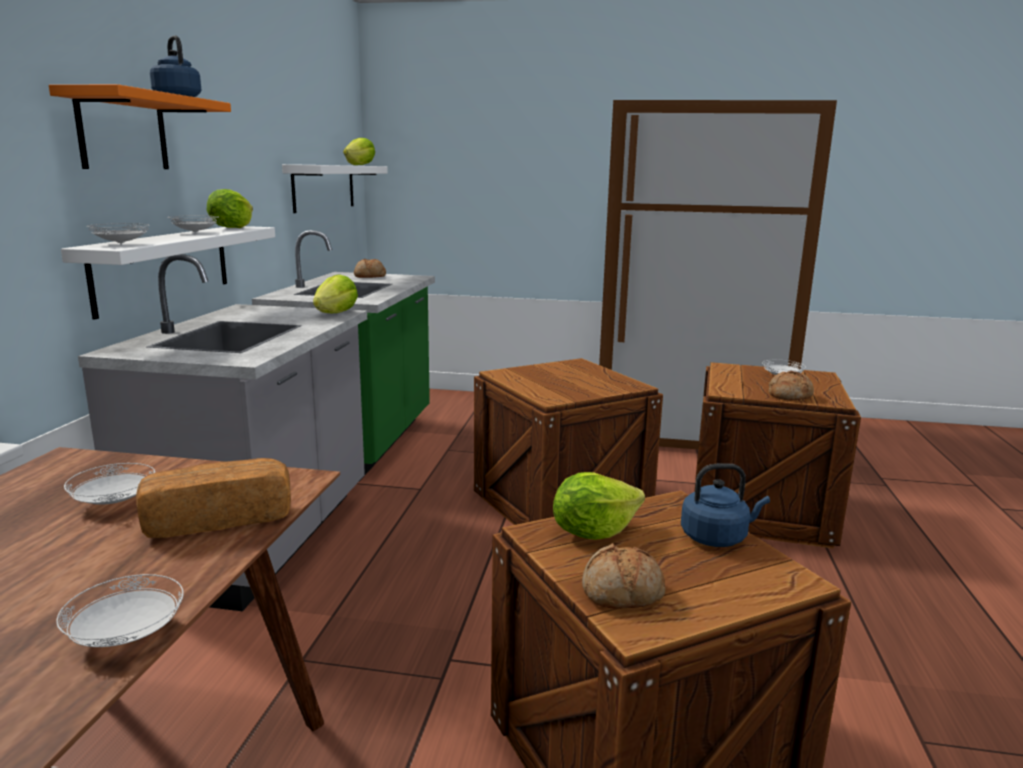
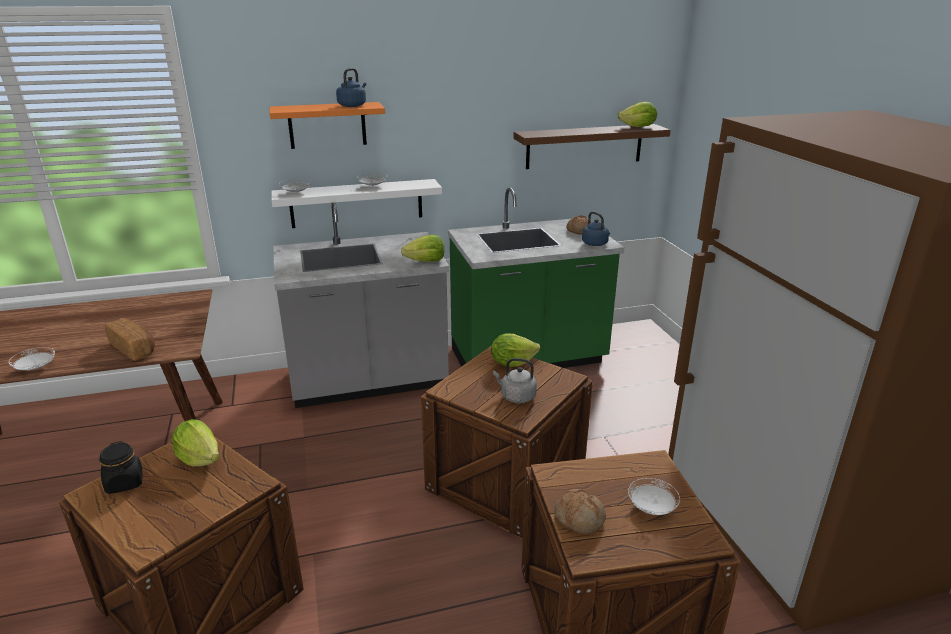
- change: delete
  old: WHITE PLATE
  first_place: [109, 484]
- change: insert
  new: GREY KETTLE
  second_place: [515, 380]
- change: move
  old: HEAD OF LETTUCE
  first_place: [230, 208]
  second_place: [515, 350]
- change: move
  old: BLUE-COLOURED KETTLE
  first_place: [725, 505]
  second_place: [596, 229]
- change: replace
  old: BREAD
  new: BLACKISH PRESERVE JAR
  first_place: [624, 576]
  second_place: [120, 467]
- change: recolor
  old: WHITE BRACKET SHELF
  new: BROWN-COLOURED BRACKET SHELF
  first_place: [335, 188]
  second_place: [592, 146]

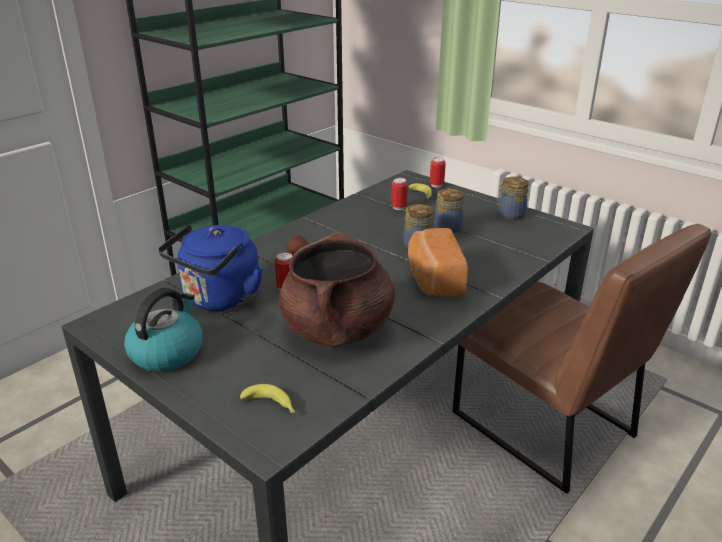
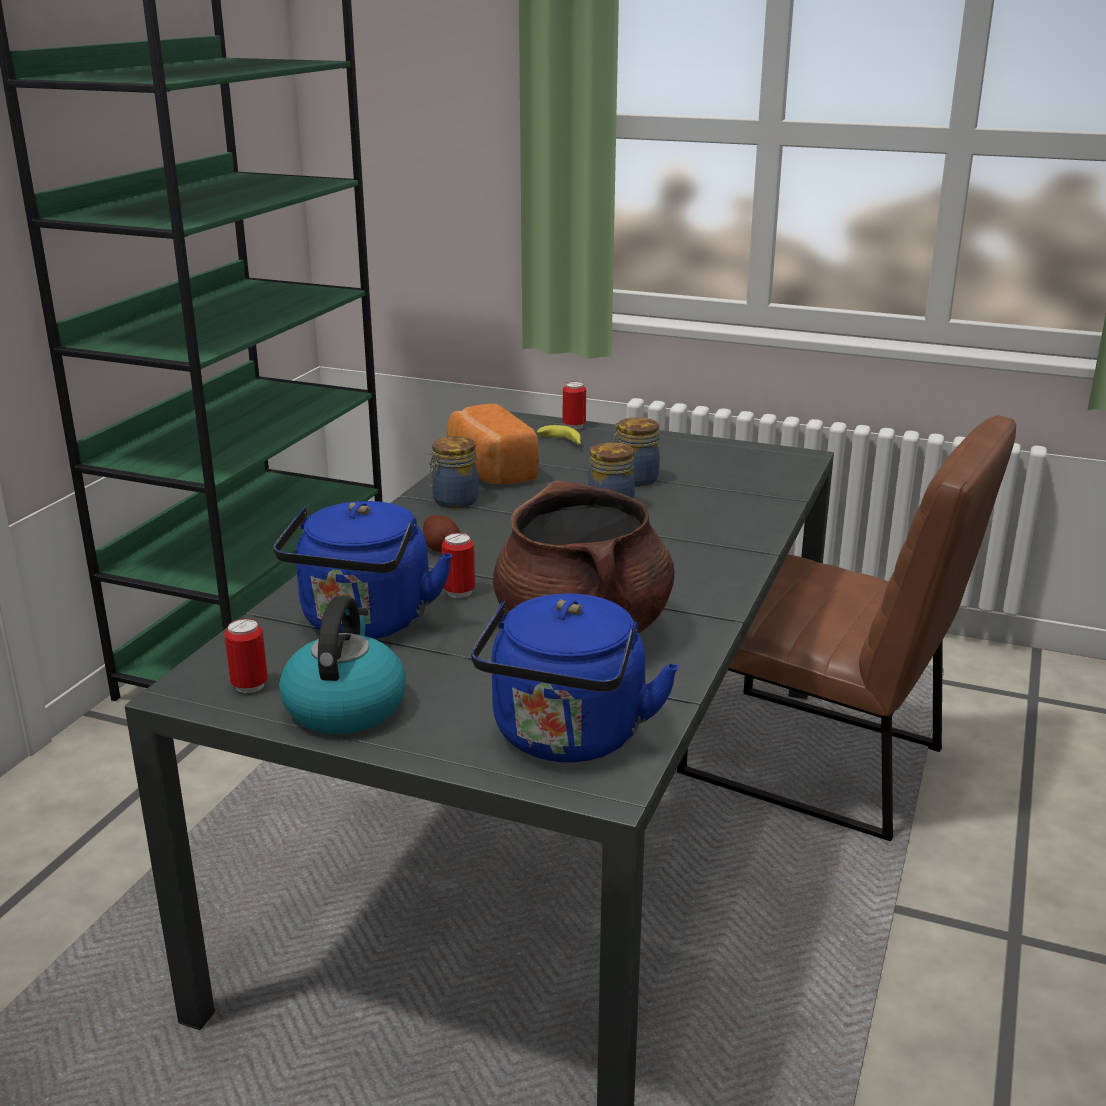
- change: move
  old: CAN
  first_place: [399, 194]
  second_place: [246, 655]
- change: move
  old: BREAD
  first_place: [438, 262]
  second_place: [492, 444]
- change: move
  old: PRESERVE JAR
  first_place: [513, 198]
  second_place: [453, 472]
- change: replace
  old: BANANA FRUIT
  new: BLUE-COLOURED KETTLE
  first_place: [267, 398]
  second_place: [575, 677]

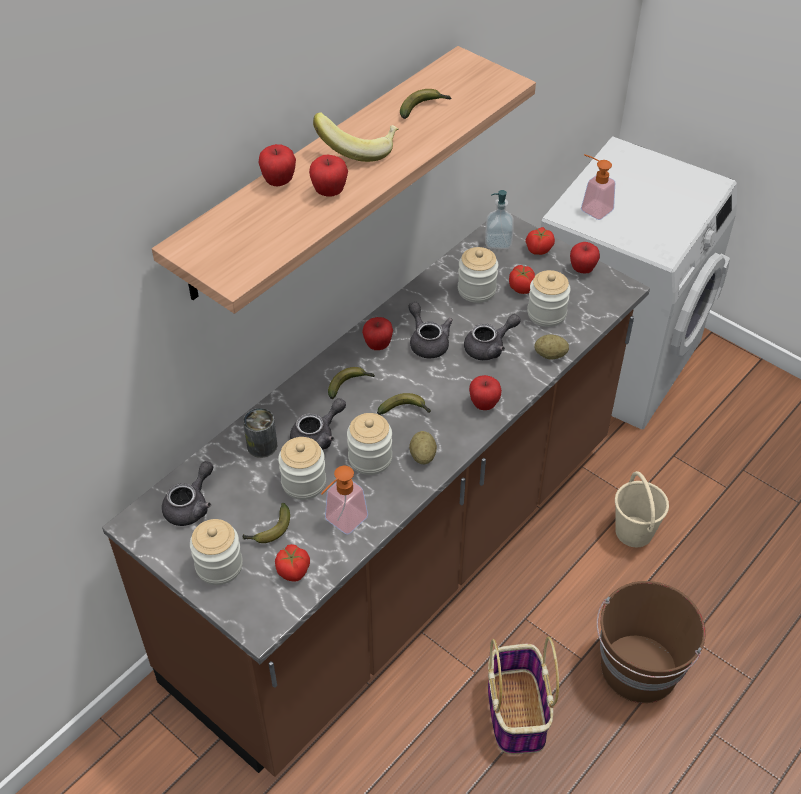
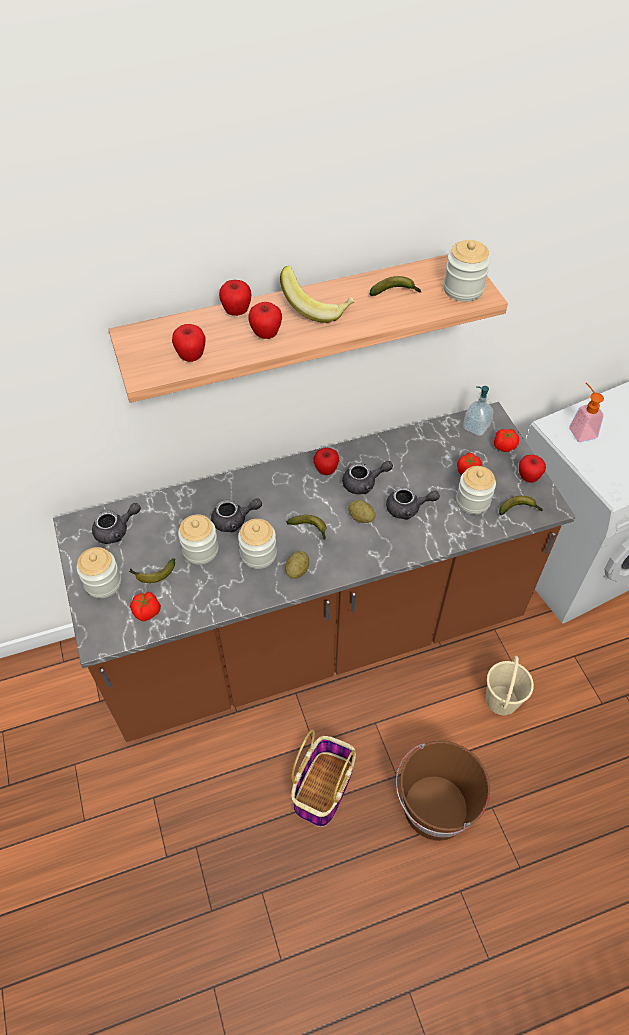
- change: delete
  old: CAN
  first_place: [260, 433]
- change: delete
  old: SOAP DISPENSER
  first_place: [344, 500]
- change: move
  old: BANANA FRUIT
  first_place: [351, 383]
  second_place: [521, 505]
- change: move
  old: PRESERVE JAR
  first_place: [478, 275]
  second_place: [467, 271]
- change: move
  old: APPLE FRUIT
  first_place: [485, 392]
  second_place: [189, 343]
- change: move
  old: SPUD
  first_place: [551, 347]
  second_place: [362, 511]
- change: rotate
  old: GREY POT FOR TEA
  first_place: [430, 330]
  second_place: [367, 477]
  degrees: 75

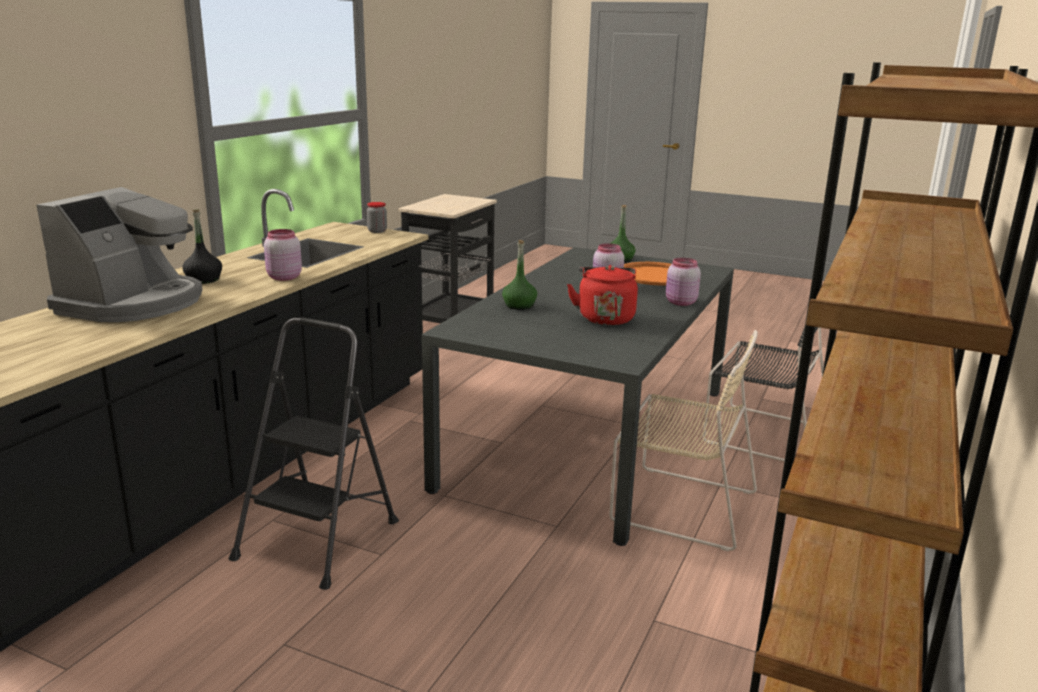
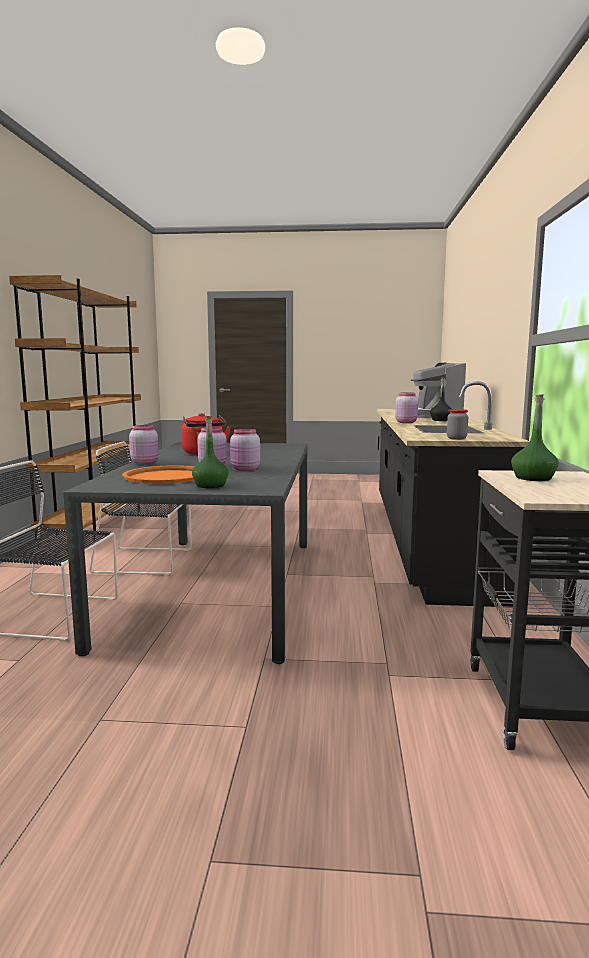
- change: delete
  old: BLACKISH STEPLADDER
  first_place: [313, 453]
- change: insert
  new: PINK PRESERVE JAR
  second_place: [245, 450]
- change: move
  old: GREEN-COLOURED BOTTLE
  first_place: [519, 275]
  second_place: [535, 437]
- change: recolor
  old: BEIGE CHAIR
  new: BLACKISH CHAIR
  first_place: [683, 441]
  second_place: [140, 508]

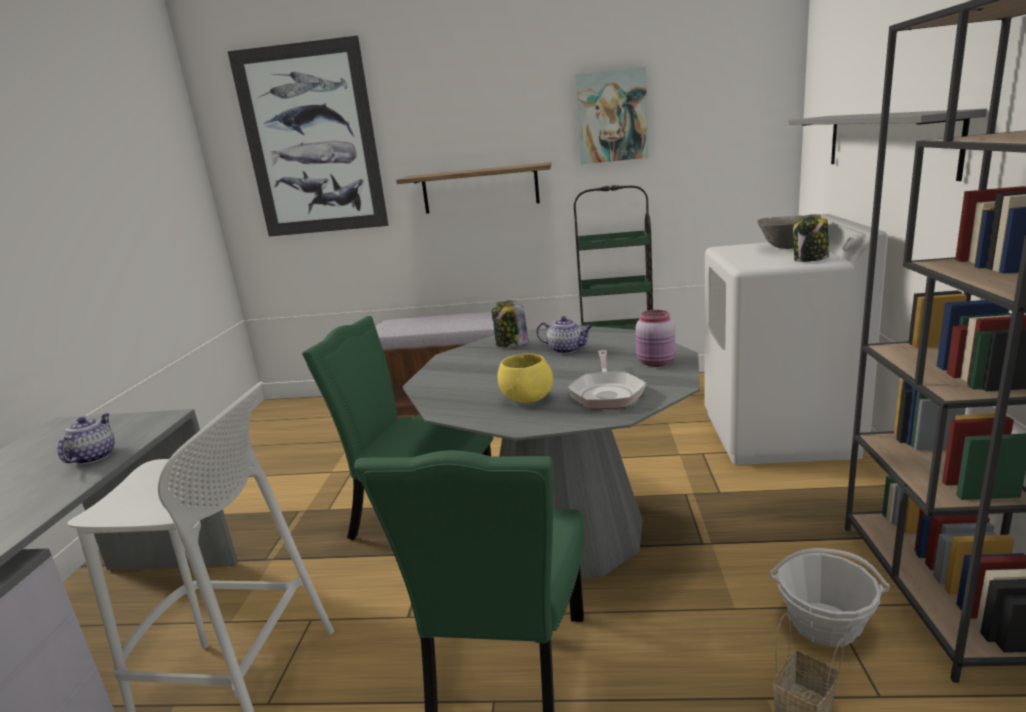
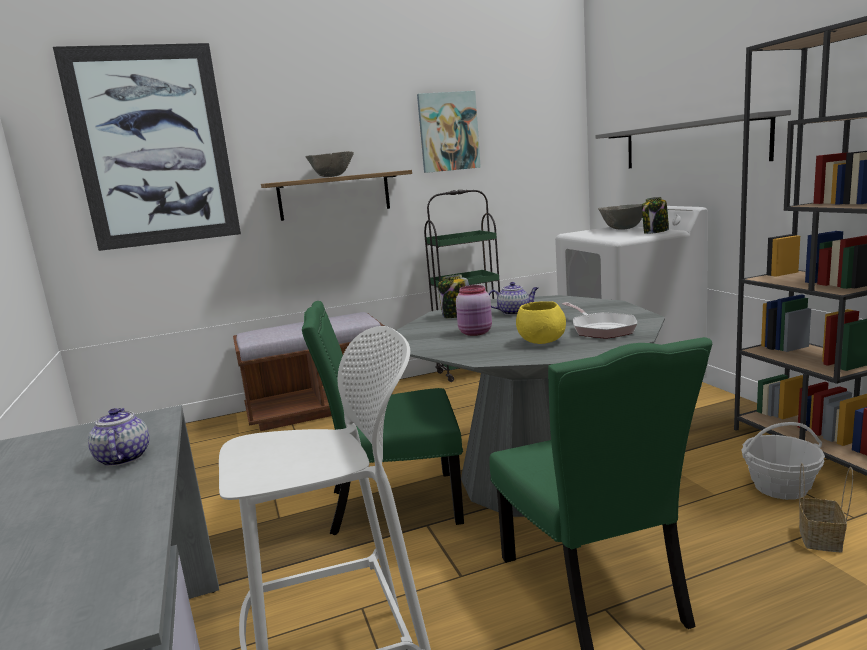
- change: insert
  new: GREY SERVING BOWL
  second_place: [330, 164]
- change: move
  old: PINK PRESERVE JAR
  first_place: [655, 338]
  second_place: [474, 310]

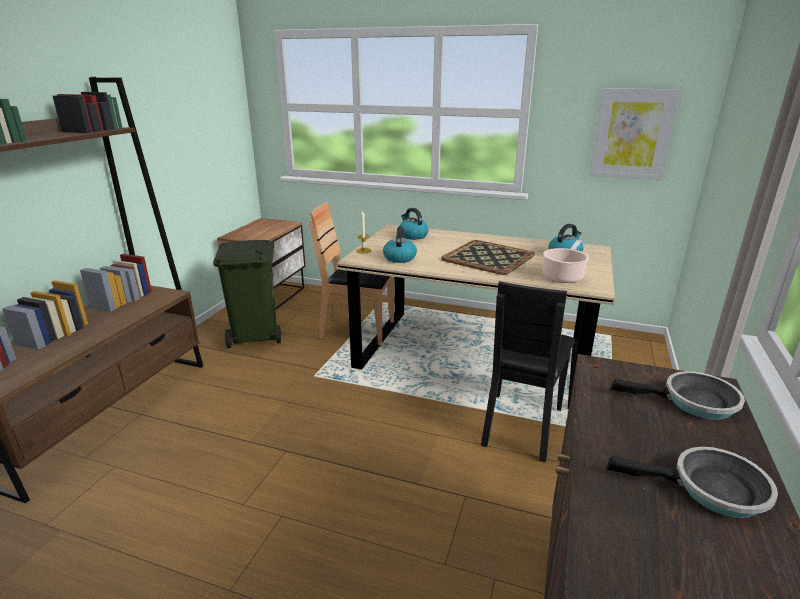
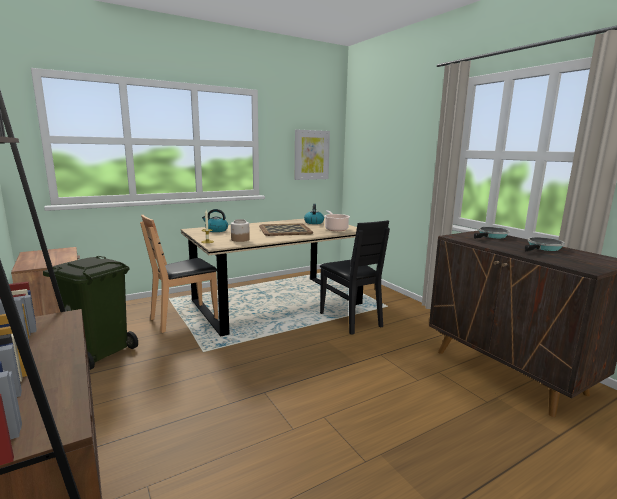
- change: replace
  old: KETTLE
  new: PRESERVE JAR
  first_place: [400, 244]
  second_place: [240, 230]

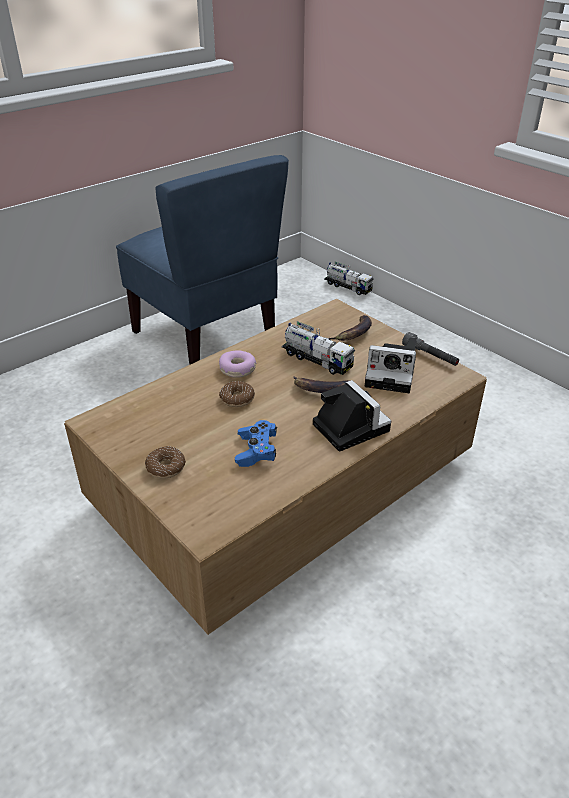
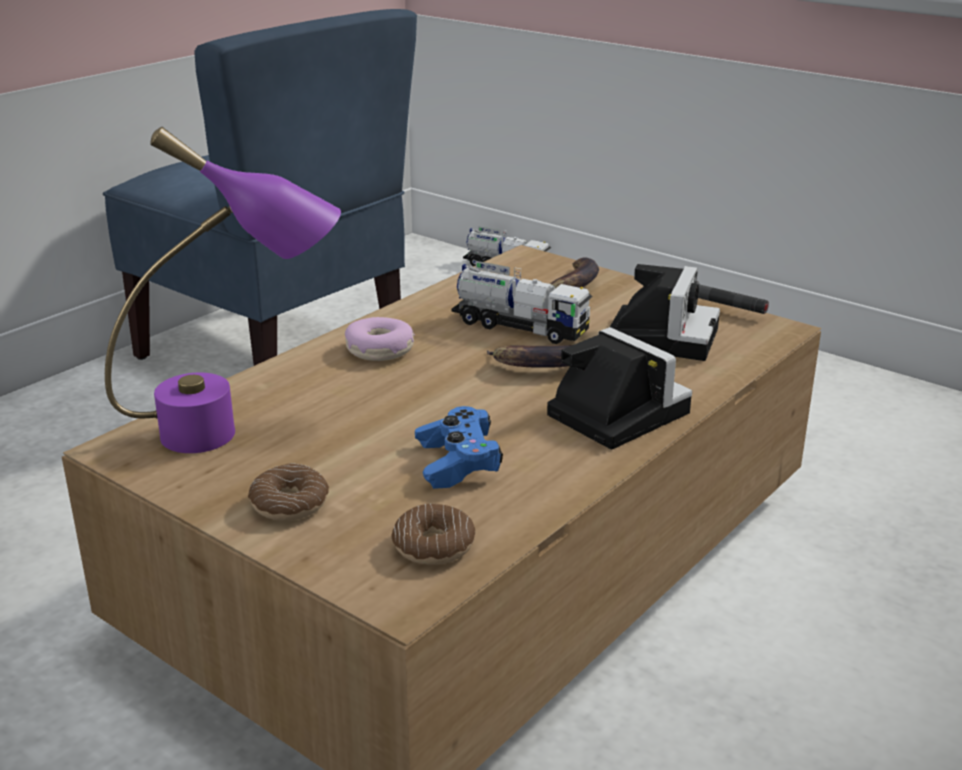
- change: insert
  new: PURPLE LAMP FOR A TABLE
  second_place: [223, 290]
- change: move
  old: RING DOUGHNUT
  first_place: [237, 394]
  second_place: [433, 534]
- change: rotate
  old: STILL CAMERA
  first_place: [391, 365]
  second_place: [665, 312]
  degrees: -75

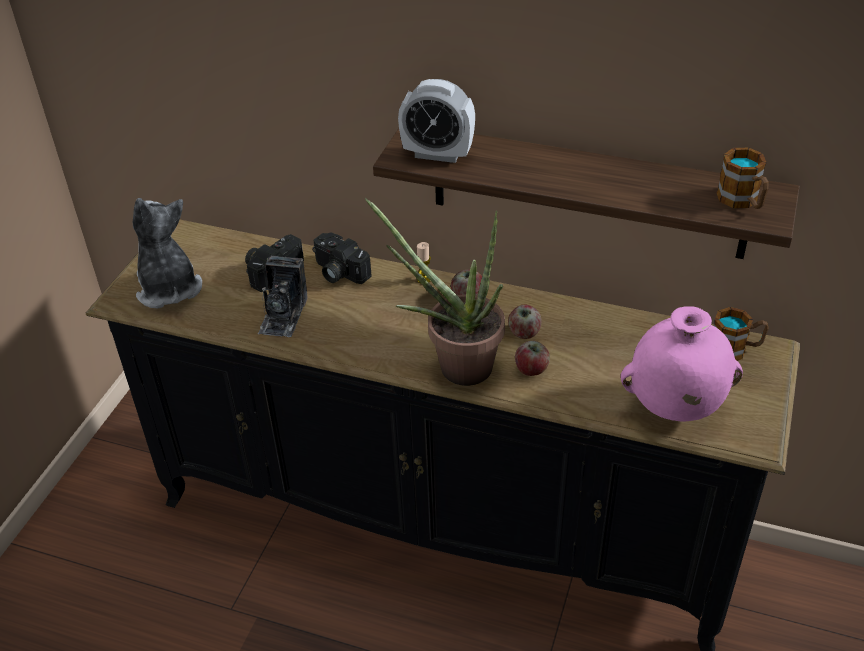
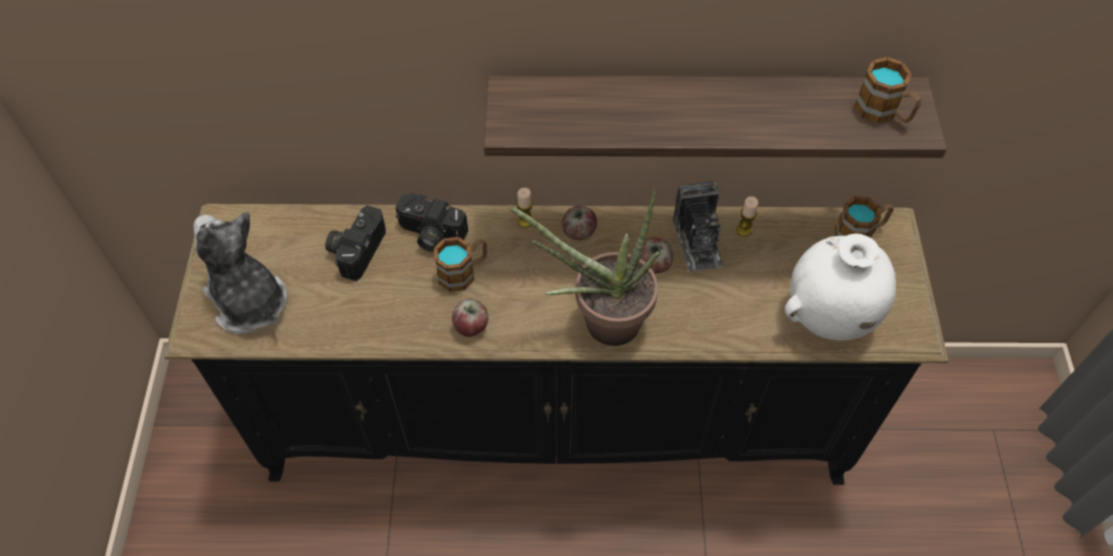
- change: delete
  old: BEDSIDE CLOCK
  first_place: [436, 121]
- change: insert
  new: TEA MUG
  second_place: [460, 264]
- change: insert
  new: WAX CANDLE
  second_place: [747, 216]
- change: move
  old: STILL CAMERA
  first_place: [283, 296]
  second_place: [698, 226]
- change: move
  old: APPLE FRUIT
  first_place: [532, 358]
  second_place: [470, 317]
- change: recolor
  old: PINK DECORATIVE VASE
  new: WHITE DECORATIVE VASE
  first_place: [682, 364]
  second_place: [840, 286]

